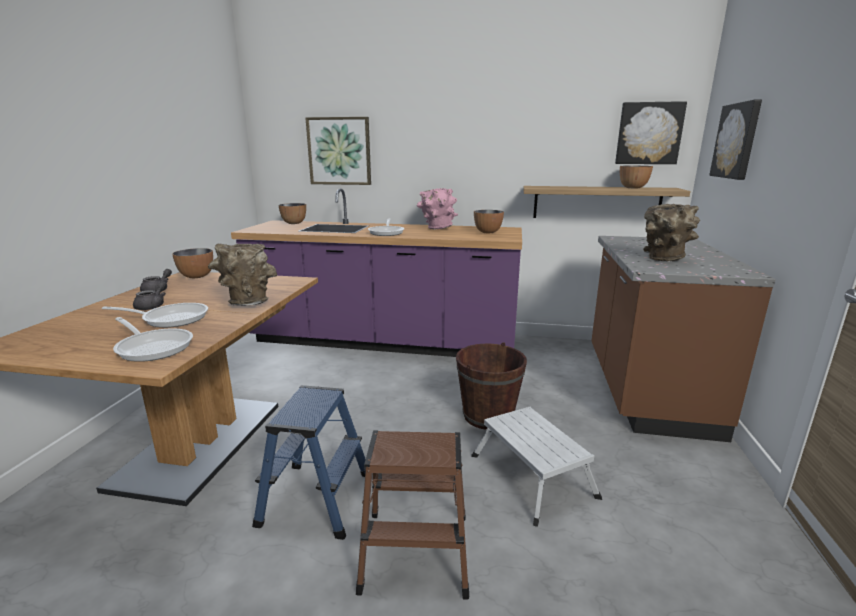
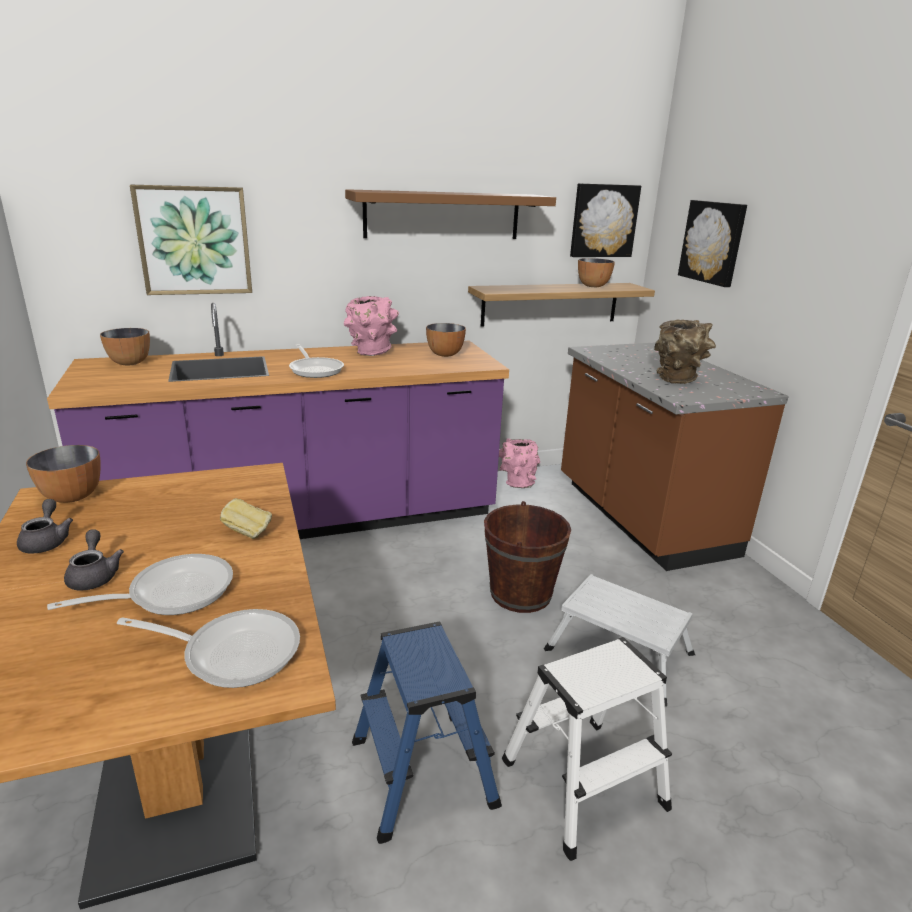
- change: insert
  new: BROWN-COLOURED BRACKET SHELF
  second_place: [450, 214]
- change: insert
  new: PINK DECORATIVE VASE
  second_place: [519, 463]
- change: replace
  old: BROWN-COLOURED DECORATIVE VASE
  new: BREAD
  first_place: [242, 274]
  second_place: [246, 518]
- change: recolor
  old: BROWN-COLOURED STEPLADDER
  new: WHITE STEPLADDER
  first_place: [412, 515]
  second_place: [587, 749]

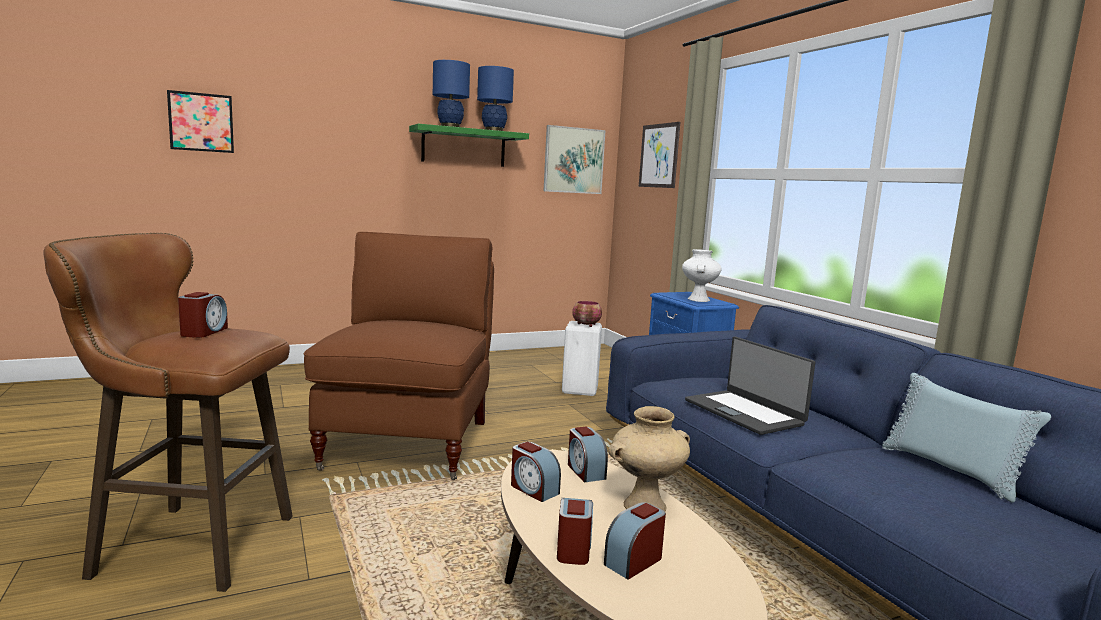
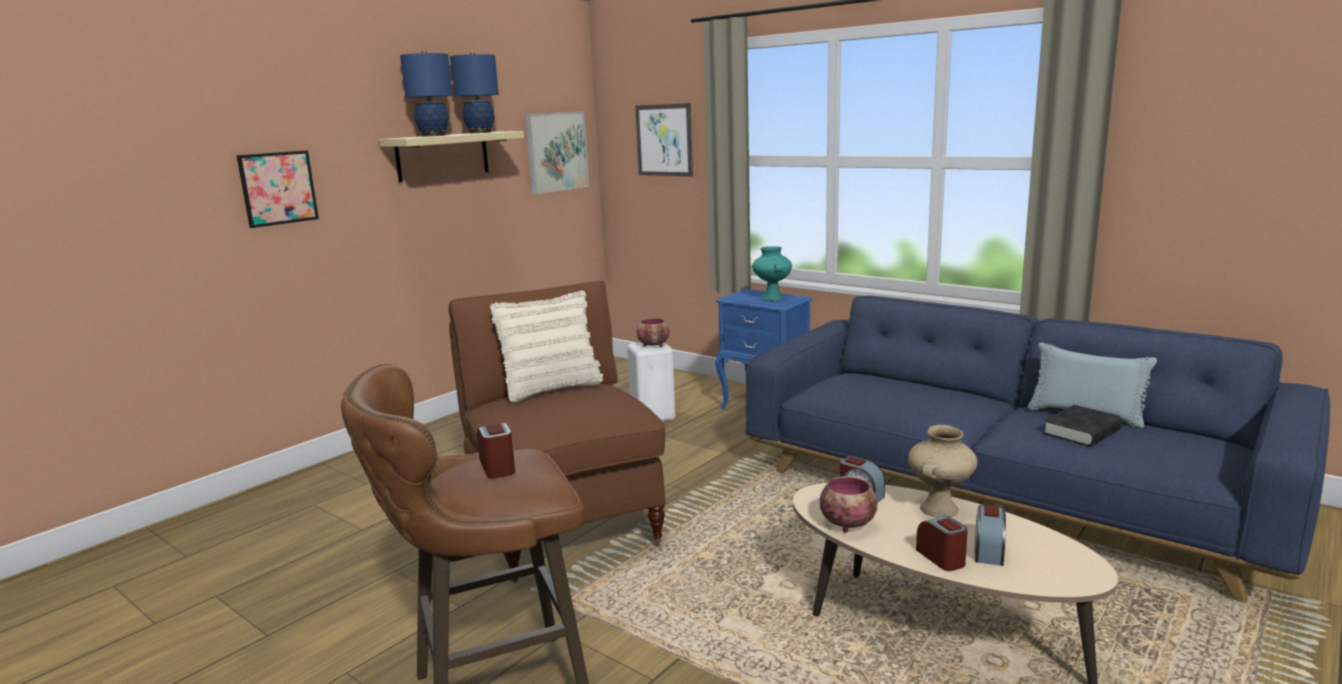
- change: delete
  old: LAPTOP
  first_place: [750, 385]
- change: insert
  new: BEIGE THROW PILLOW
  second_place: [546, 346]
- change: insert
  new: BLACKISH VOLUME
  second_place: [1082, 426]
- change: move
  old: WALL ART
  first_place: [200, 121]
  second_place: [278, 189]
- change: replace
  old: BEDSIDE CLOCK
  new: SERVING BOWL
  first_place: [536, 472]
  second_place: [849, 504]
- change: recolor
  old: GREEN-COLOURED BRACKET SHELF
  new: BEIGE BRACKET SHELF
  first_place: [469, 145]
  second_place: [451, 156]
- change: recolor
  old: WHITE DECORATIVE VASE
  new: TURQUOISE-COLOURED DECORATIVE VASE
  first_place: [701, 275]
  second_place: [772, 273]

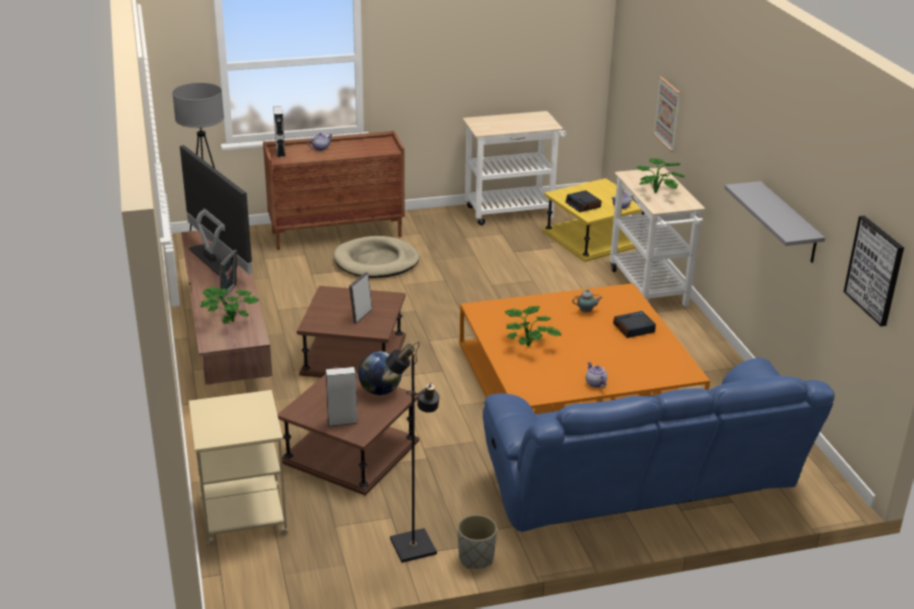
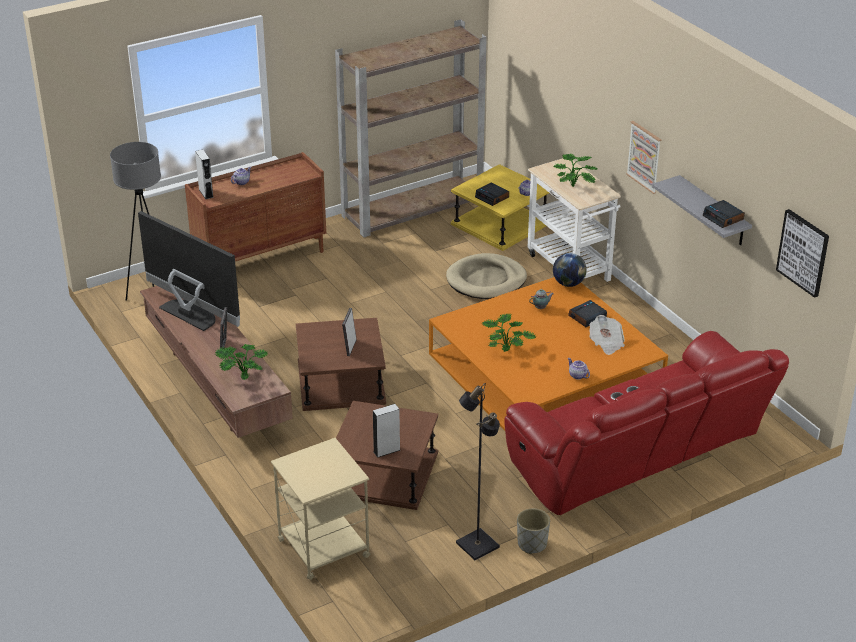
- change: insert
  new: NEWSPAPER
  second_place: [607, 335]
- change: insert
  new: BEDSIDE CLOCK
  second_place: [724, 214]
- change: move
  old: BEIGE DOG CUSHION
  first_place: [376, 257]
  second_place: [486, 276]
- change: move
  old: DESK GLOBE
  first_place: [380, 373]
  second_place: [570, 270]
- change: move
  old: WALL ART
  first_place: [667, 114]
  second_place: [643, 157]
- change: replace
  old: WHITE CART
  new: BROWN-COLOURED SHELVING UNIT
  first_place: [514, 168]
  second_place: [411, 128]
- change: recolor
  old: BLUE-COLOURED SETTEE
  new: RED-COLOURED SETTEE
  first_place: [659, 445]
  second_place: [646, 423]

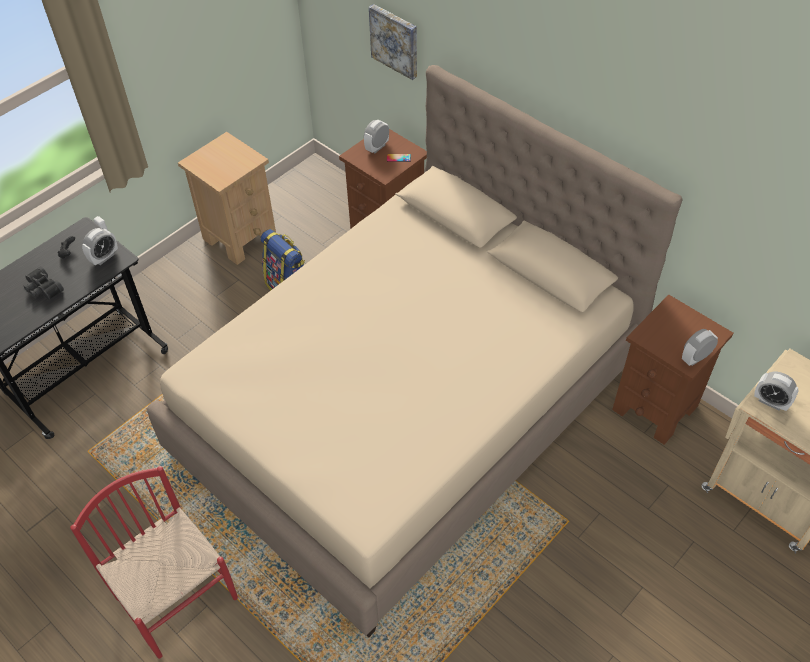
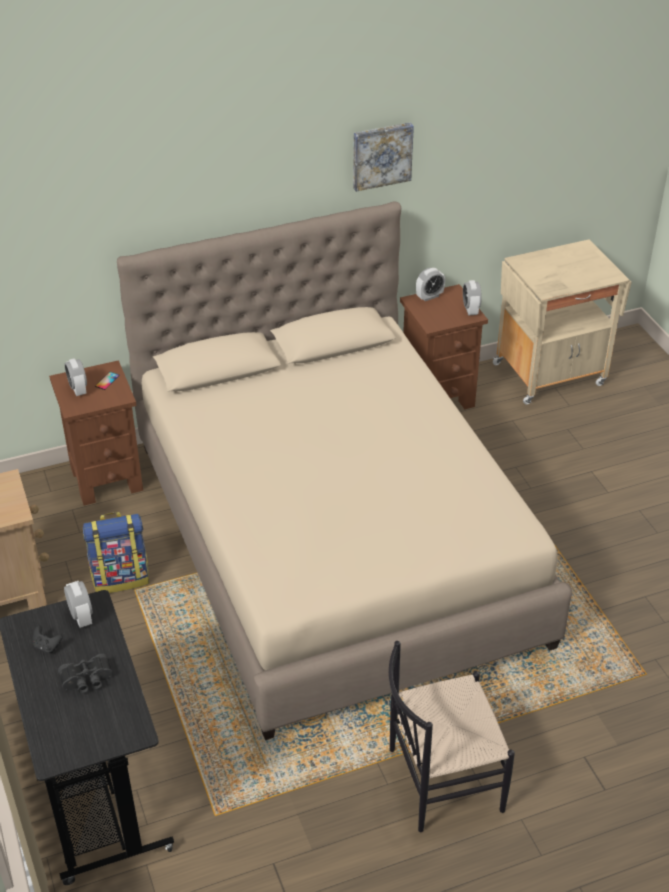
- change: move
  old: WALL ART
  first_place: [393, 42]
  second_place: [383, 157]
- change: move
  old: BEDSIDE CLOCK
  first_place: [776, 391]
  second_place: [430, 284]
- change: recolor
  old: RED-COLOURED CHAIR
  new: BLACKISH CHAIR
  first_place: [154, 562]
  second_place: [452, 736]

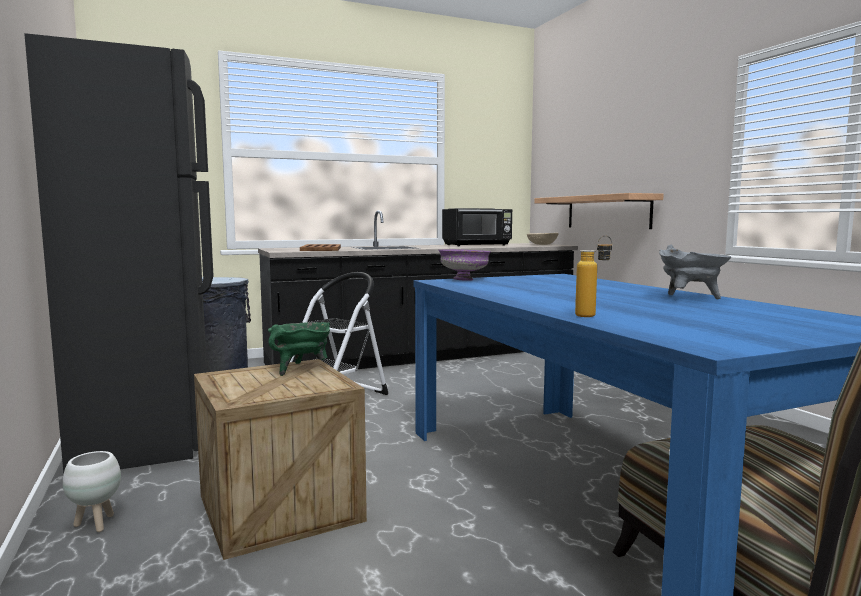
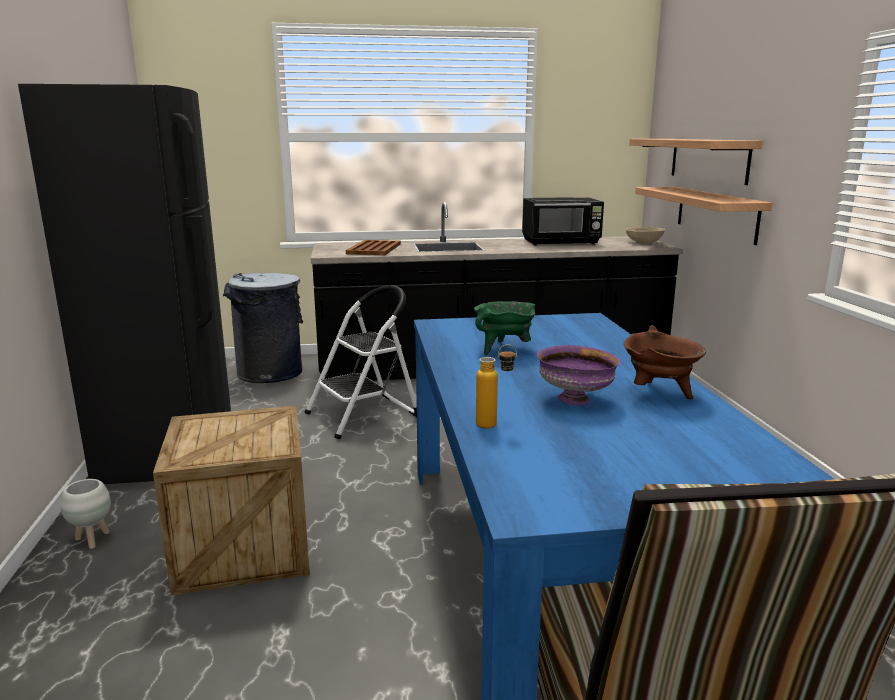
- change: insert
  new: BRACKET SHELF
  second_place: [696, 162]
- change: move
  old: GREEN-COLOURED COOKING POT
  first_place: [299, 349]
  second_place: [505, 328]
- change: move
  old: PURPLE SERVING BOWL
  first_place: [464, 265]
  second_place: [578, 375]
- change: recolor
  old: GREY COOKING POT
  new: BROWN-COLOURED COOKING POT
  first_place: [695, 272]
  second_place: [664, 362]

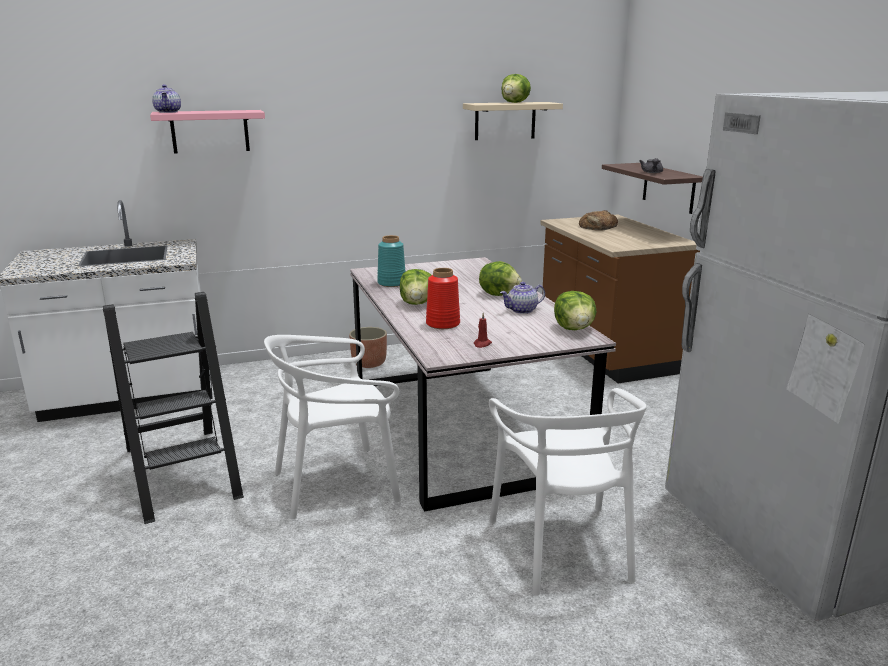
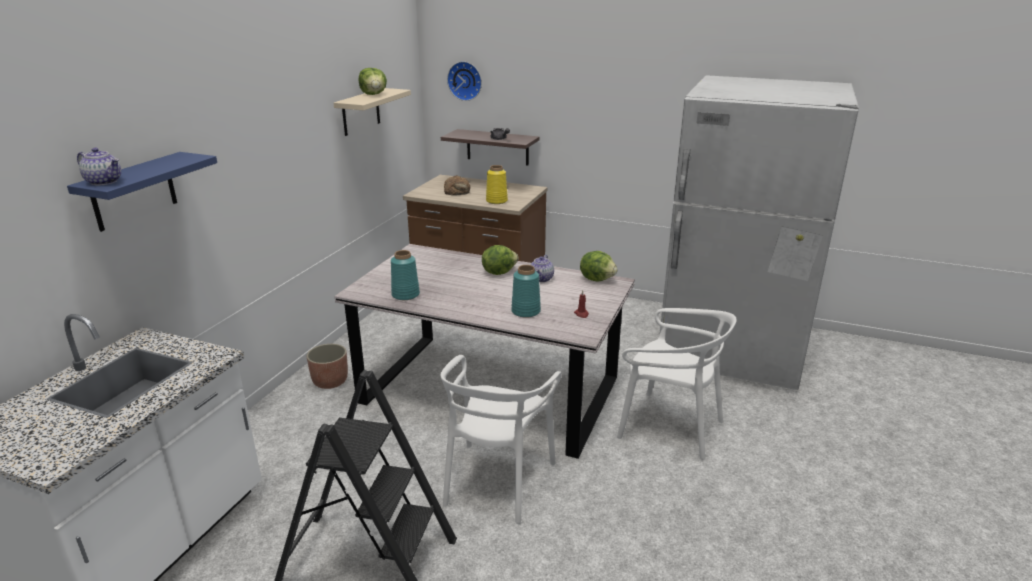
- change: delete
  old: HEAD OF LETTUCE
  first_place: [416, 287]
- change: insert
  new: HANGING CLOCK
  second_place: [464, 81]
- change: insert
  new: YELLOW-COLOURED DECORATIVE VASE
  second_place: [497, 184]
- change: recolor
  old: PINK BRACKET SHELF
  new: BLUE-COLOURED BRACKET SHELF
  first_place: [207, 132]
  second_place: [142, 192]
- change: recolor
  old: RED-COLOURED DECORATIVE VASE
  new: TURQUOISE-COLOURED DECORATIVE VASE
  first_place: [443, 298]
  second_place: [526, 291]

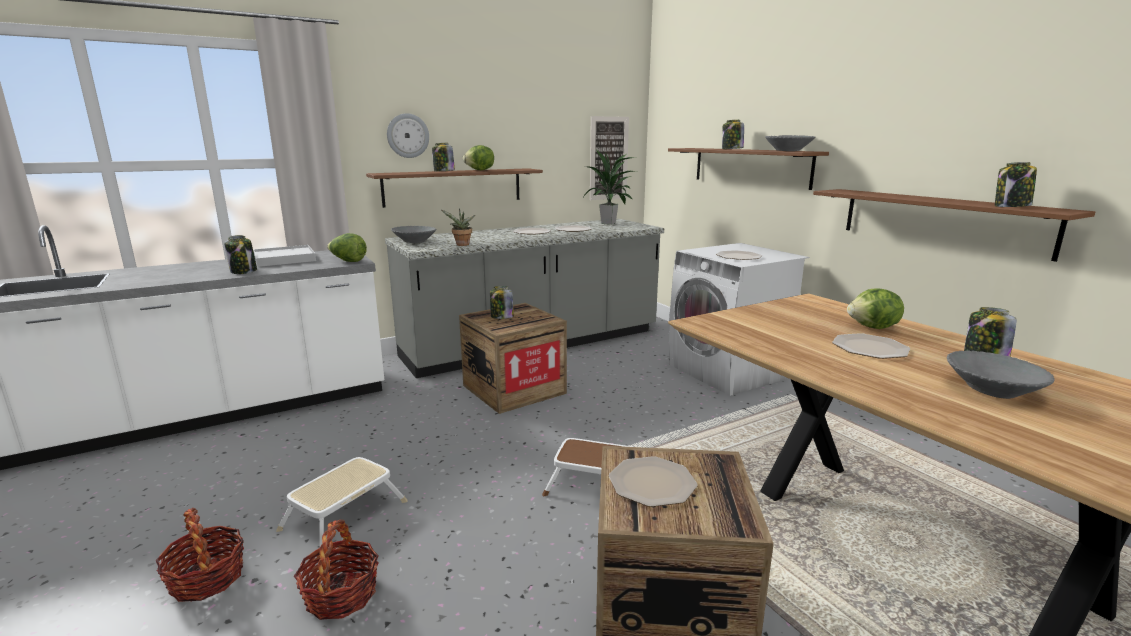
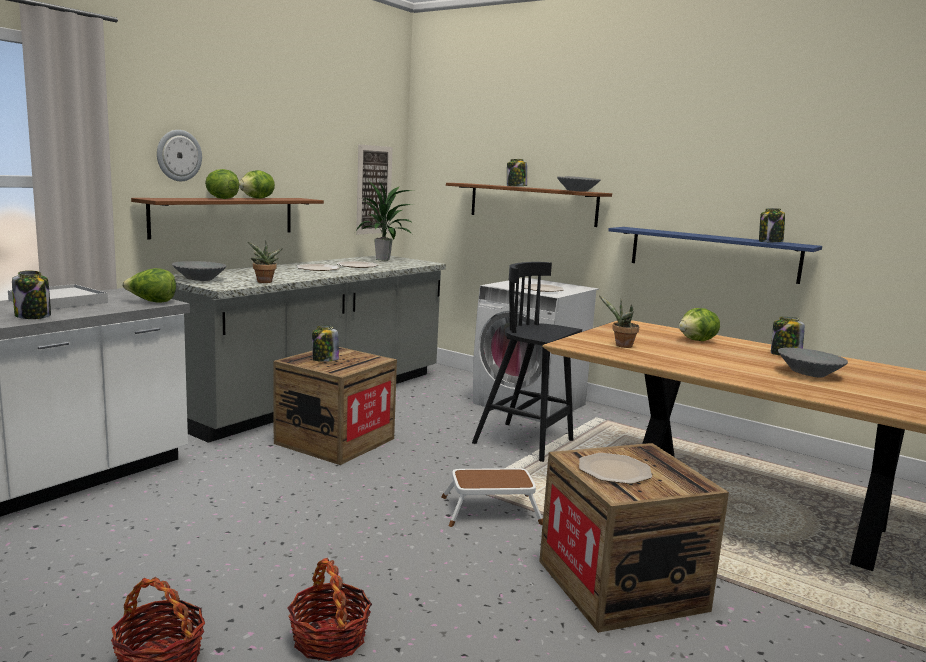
- change: delete
  old: BEIGE STEPLADDER
  first_place: [342, 502]
- change: delete
  old: PLATE
  first_place: [871, 346]
- change: insert
  new: BLACKISH STOOL SEAT
  second_place: [527, 362]
- change: insert
  new: HOUSEPLANT
  second_place: [619, 322]
- change: replace
  old: PRESERVE JAR
  new: HEAD OF LETTUCE
  first_place: [443, 157]
  second_place: [222, 184]
- change: recolor
  old: BROWN-COLOURED BRACKET SHELF
  new: BLUE-COLOURED BRACKET SHELF
  first_place: [954, 225]
  second_place: [715, 255]

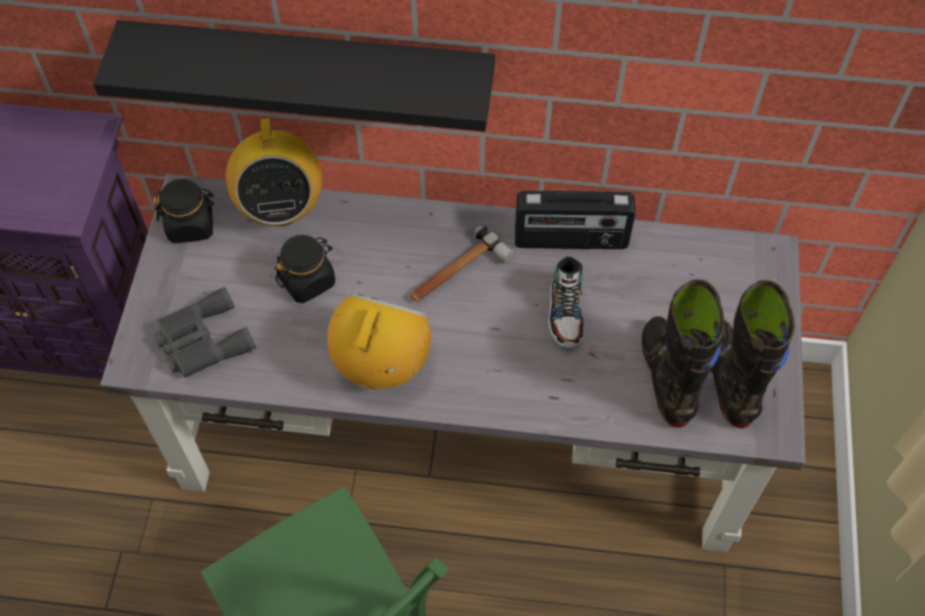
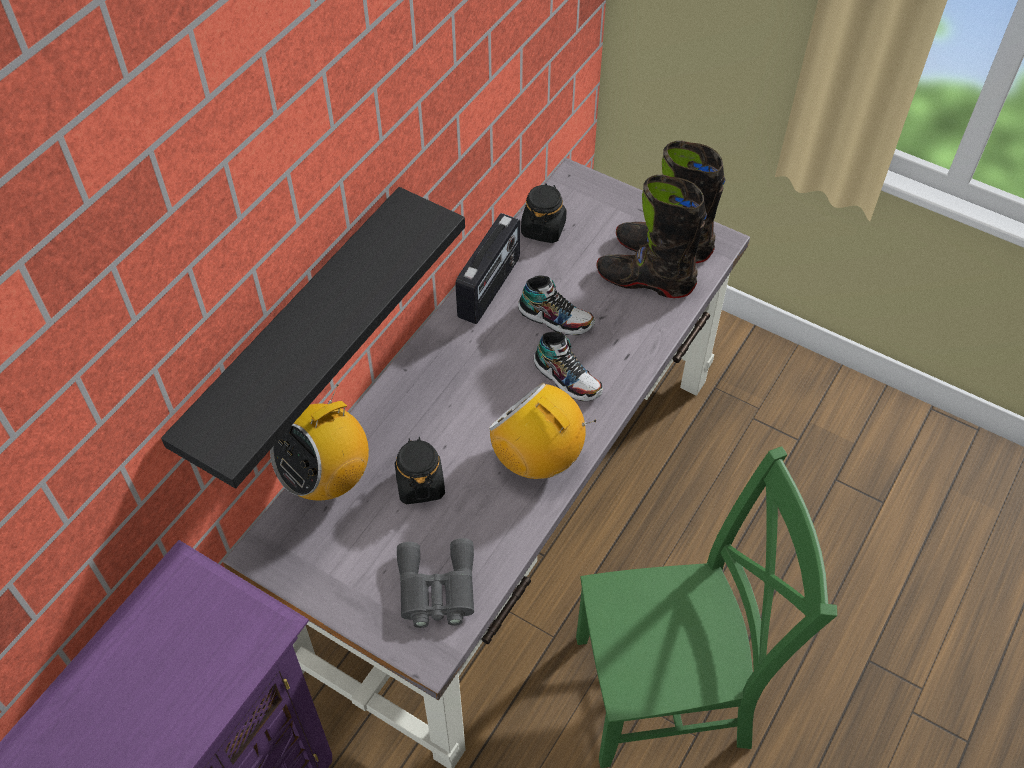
- change: delete
  old: TOOL HAMMER
  first_place: [461, 263]
- change: insert
  new: SHOE
  second_place: [568, 366]
- change: move
  old: BLACKISH PRESERVE JAR
  first_place: [183, 211]
  second_place: [544, 213]
- change: rotate
  old: RADIO
  first_place: [274, 172]
  second_place: [319, 443]
  degrees: 120

